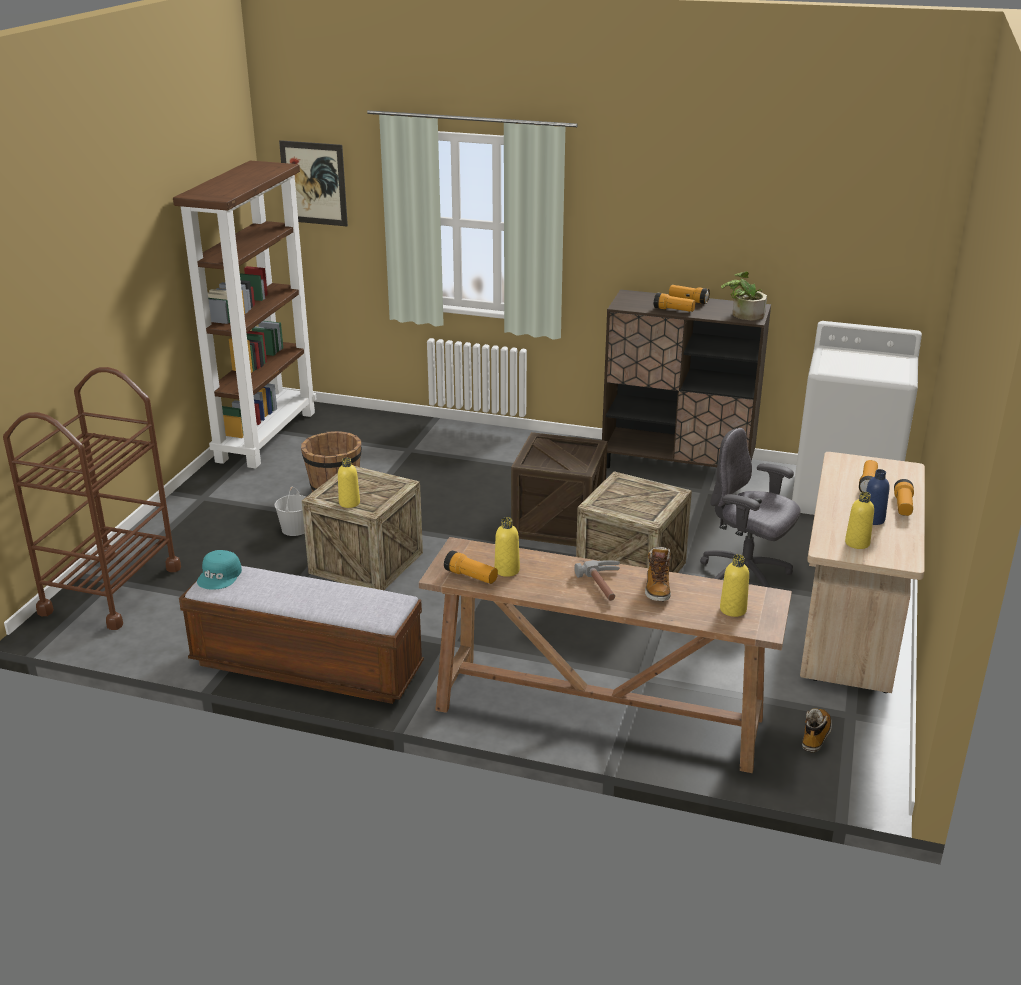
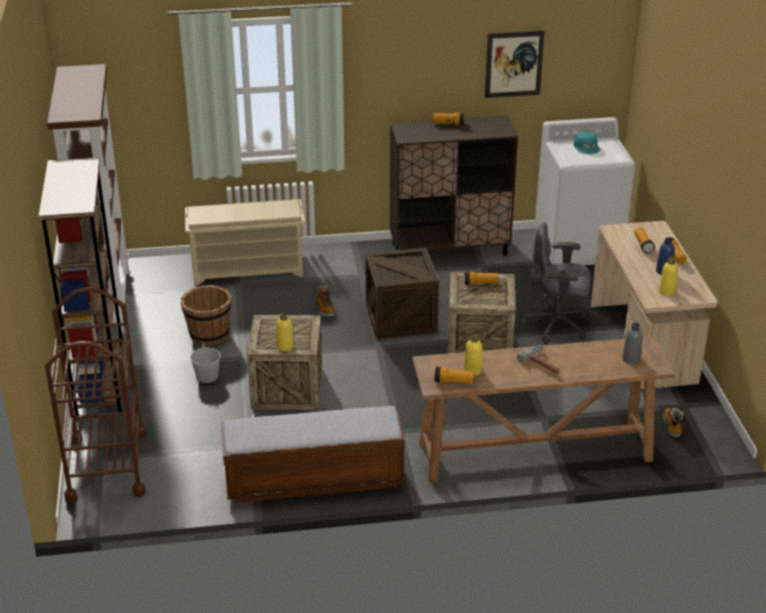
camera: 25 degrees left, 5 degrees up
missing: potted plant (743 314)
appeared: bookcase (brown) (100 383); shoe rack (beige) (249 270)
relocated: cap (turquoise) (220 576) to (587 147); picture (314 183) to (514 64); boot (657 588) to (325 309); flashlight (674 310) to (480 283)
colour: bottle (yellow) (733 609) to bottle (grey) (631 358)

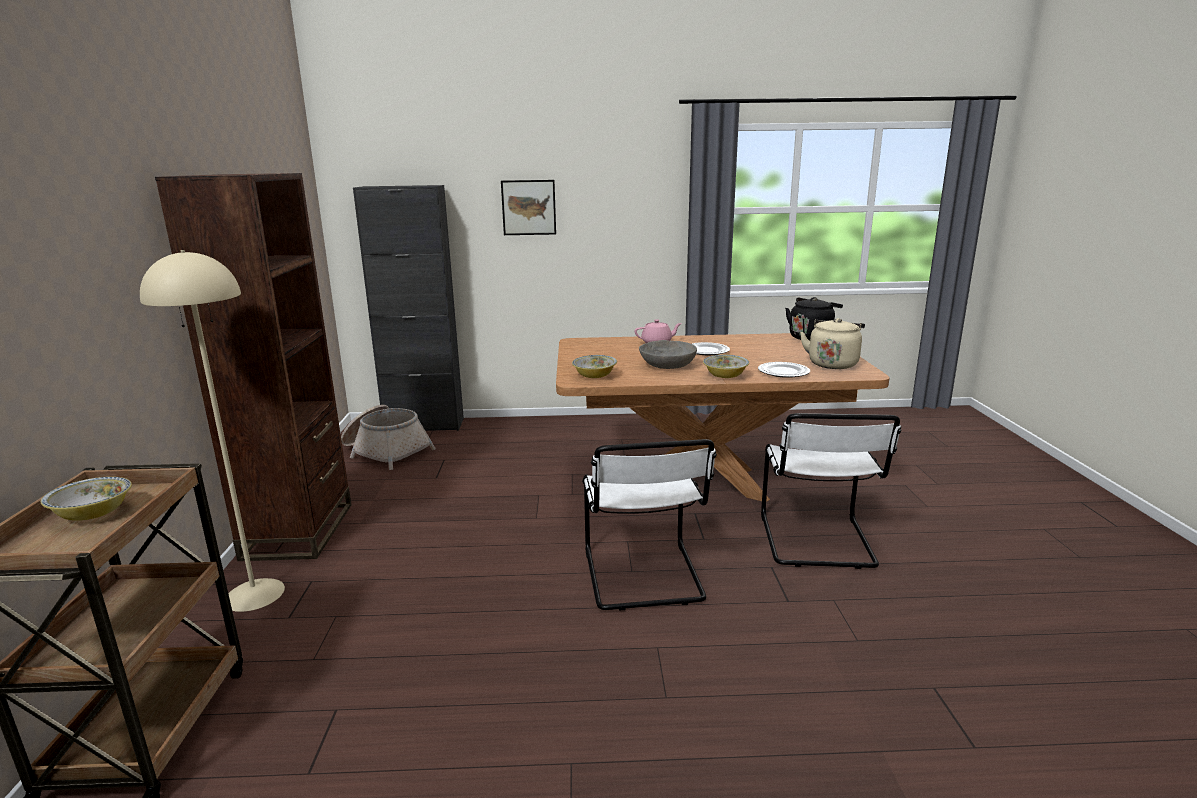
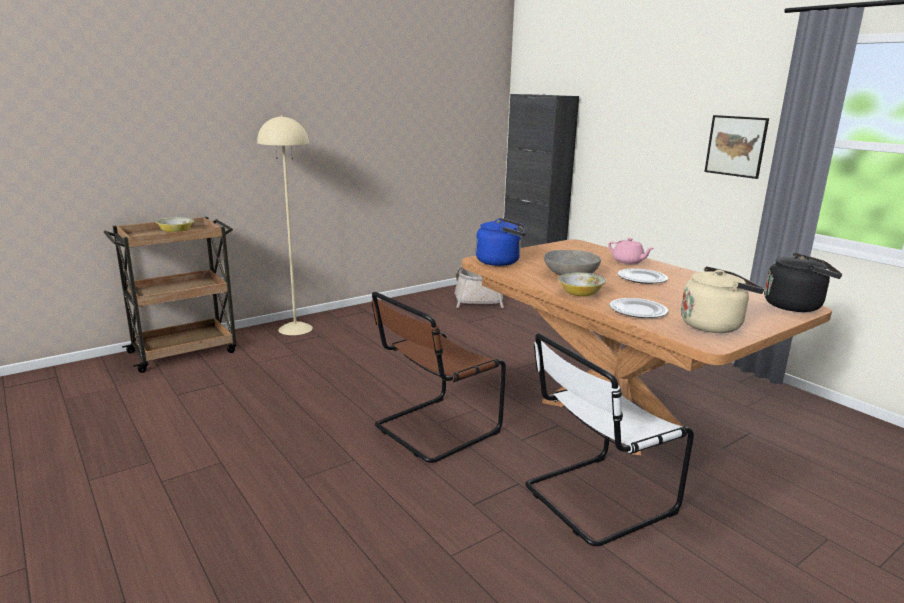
camera: 55 degrees right, 0 degrees up
missing: bookcase (brown) (299 531)
relocated: picture (528 207) to (736 146)
exchanged: bowl (594 376) to kettle (blue) (500 262)
colour: chair (white) (644 578) to chair (brown) (433 430)

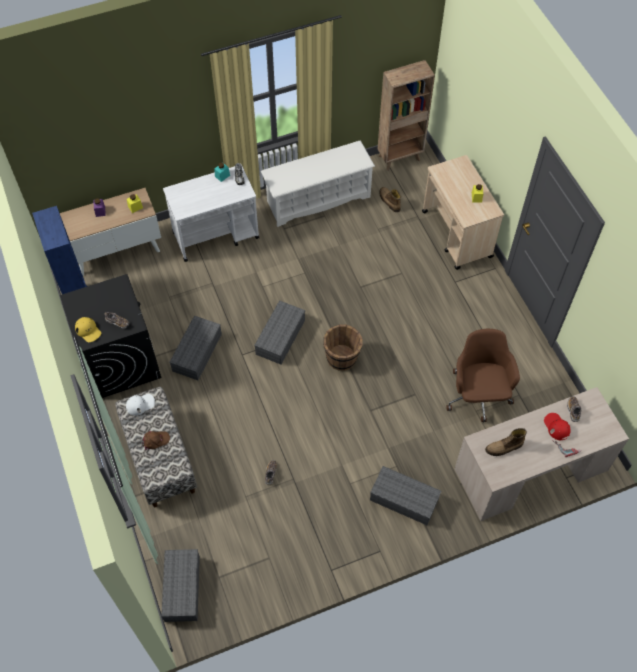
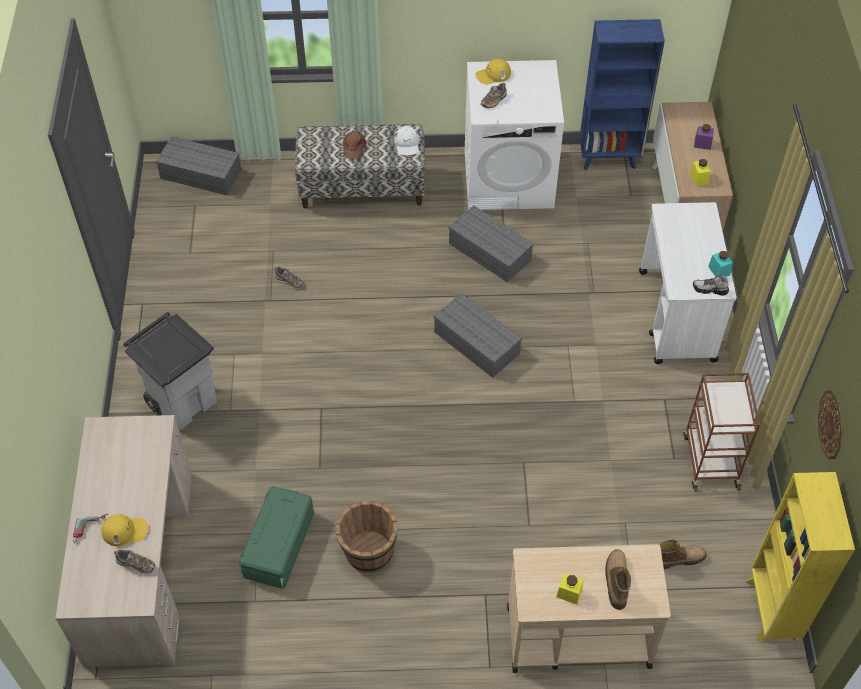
camera: 110 degrees right, 5 degrees down
appeared: wall clock (831 424)
relocated: bucket (brown) (342 358) to (368 552); boot (504 447) to (616 581)
exchanged: shoe rack (white) (318 199) to cart (brown) (710 460); storage box (grey) (403 499) to trash can (grey) (183 401); office chair (brown) (478 396) to storage box (green) (279 545)
colour: washing machine (black) (121 360) to washing machine (white) (509 179); bookcase (brown) (400 158) to bookcase (yellow) (771 611); cap (red) (556 427) to cap (yellow) (125 531)

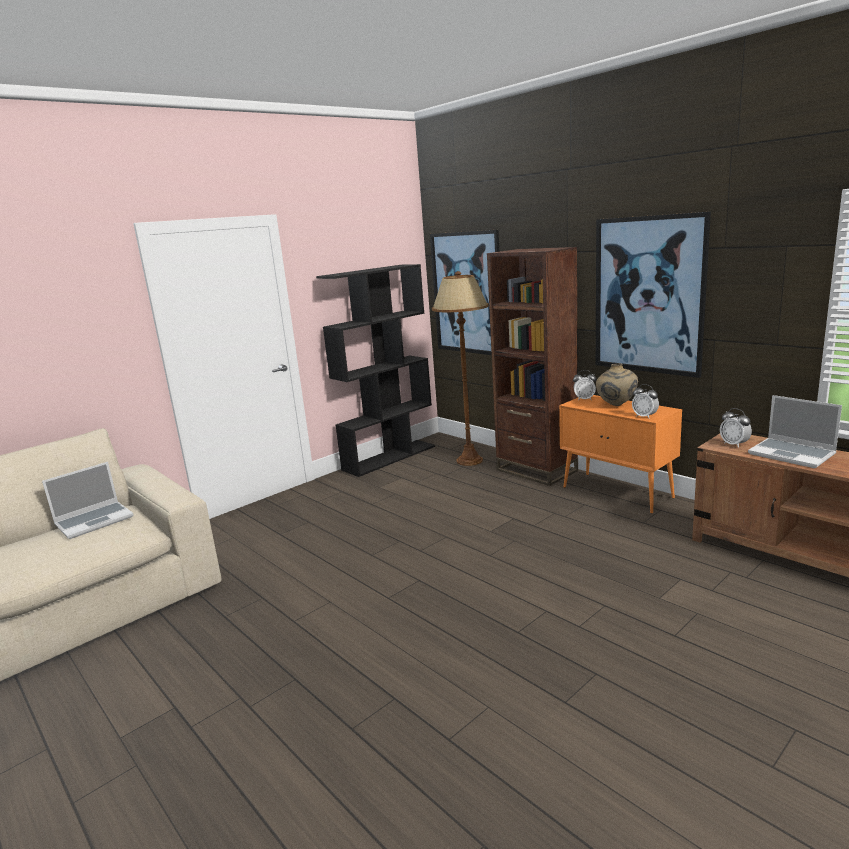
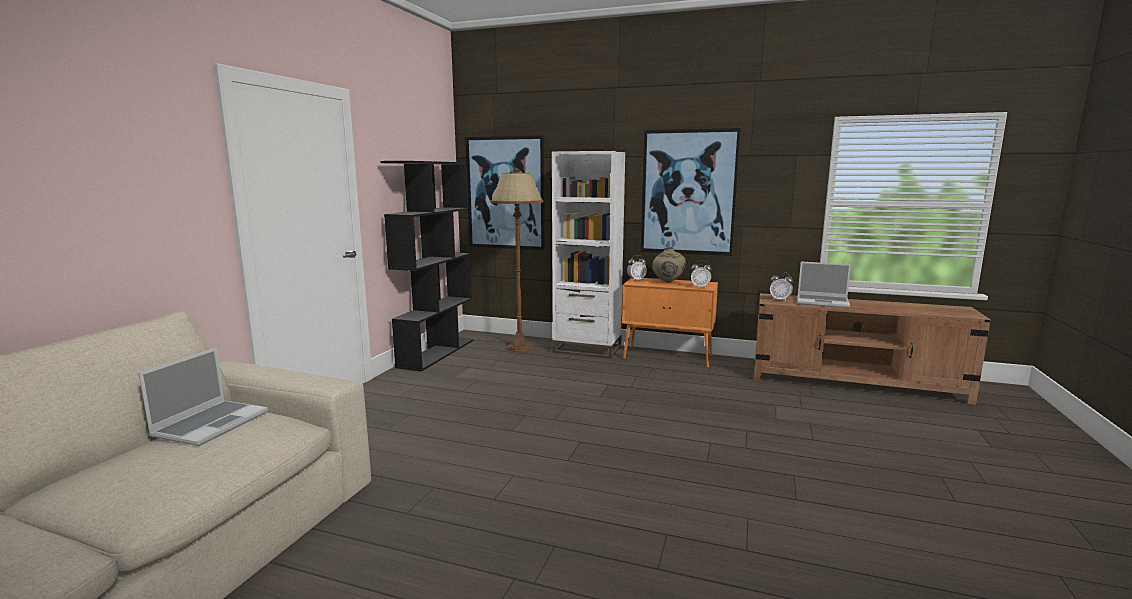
camera: 30 degrees left, 5 degrees down
colour: bookcase (brown) (536 470) to bookcase (white) (587 349)

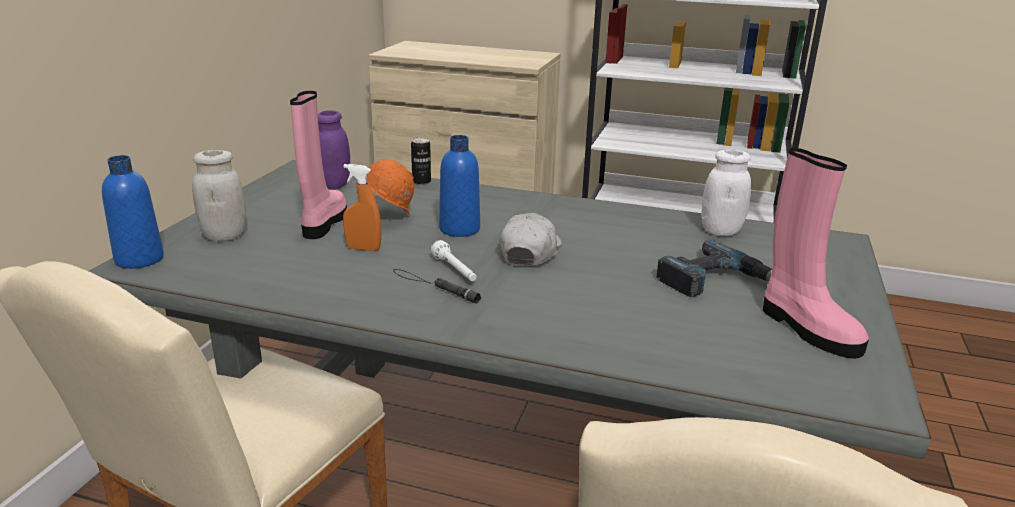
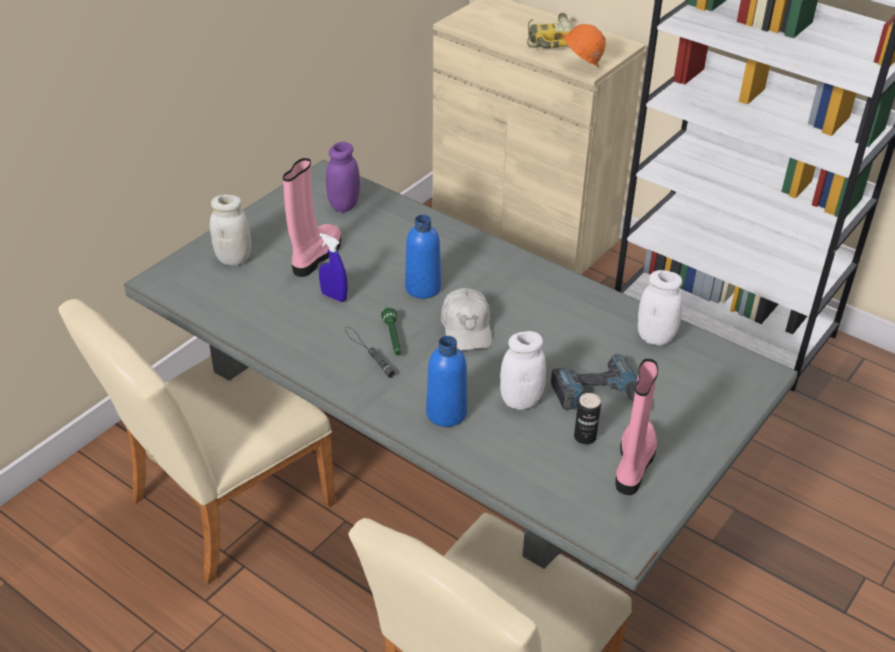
camera: 20 degrees right, 15 degrees up
appeared: jar (white) (521 400); power drill (548 38)
relocated: bottle (blue) (139 259) to (446 413); hard hat (orange) (387 218) to (581 68); can (421 182) to (585 437)
colour: spray bottle (orange) (363 248) to spray bottle (blue) (334 296); flashlight (white) (455 271) to flashlight (green) (393 338)
spun: cap (white) (530 251) = (466 328) 135 degrees clockwise; boot (pink) (806 328) = (633 464) 150 degrees counterclockwise

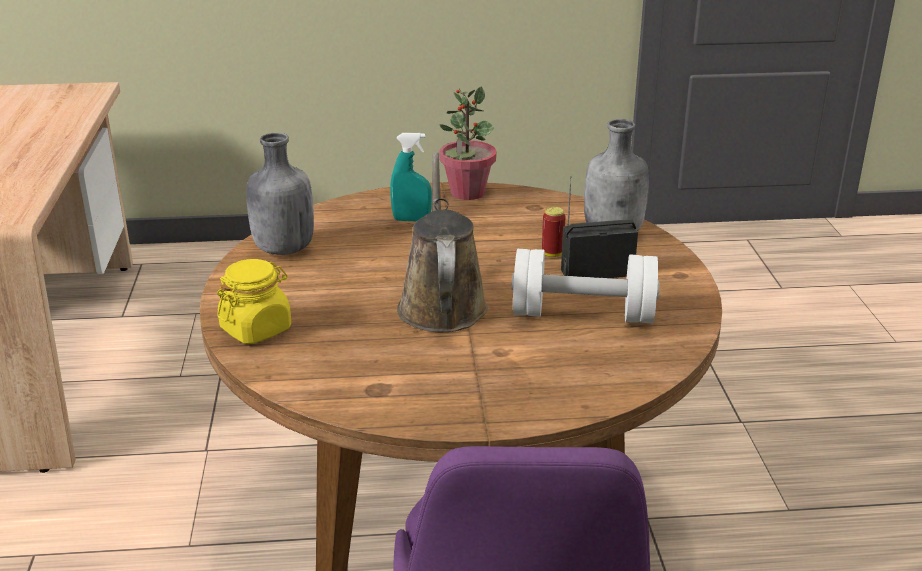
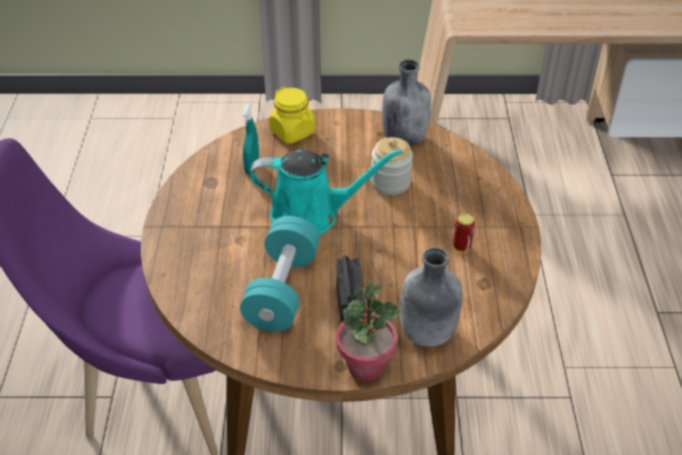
camera: 95 degrees right, 15 degrees up
appeared: jar (390 182)
relocated: spray bottle (turquoise) (411 220) to (252 167); potted plant (467 193) to (365 366); can (552 254) to (462 247)
colour: watering can (brown) (441 303) to watering can (turquoise) (311 214); dumbbell (white) (583 314) to dumbbell (turquoise) (282 290)

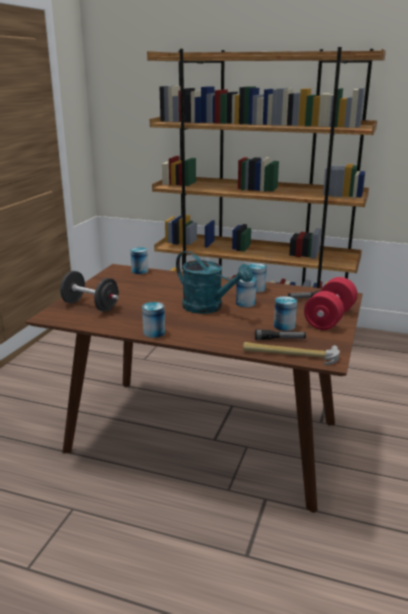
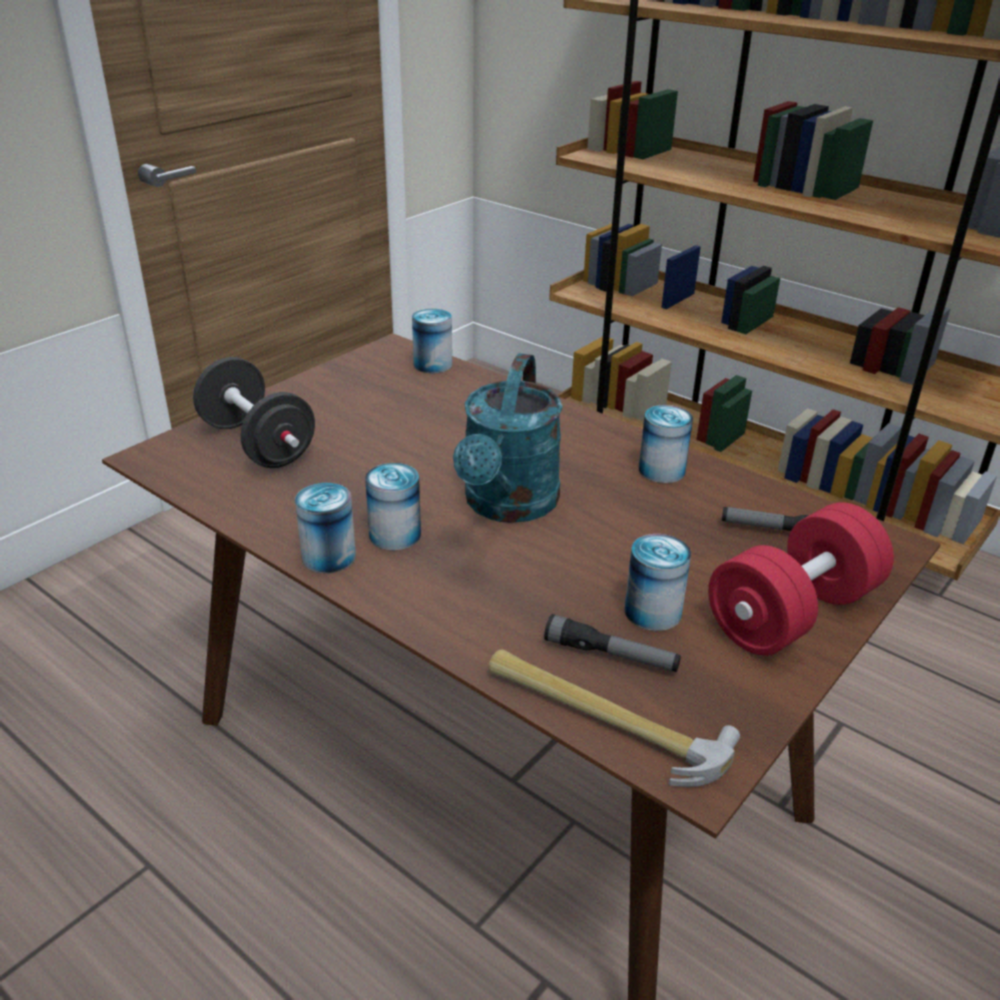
camera: 20 degrees right, 10 degrees up
relocated: can (245 303) to (395 535)
spun: watering can (turquoise) (209 308) = (507 506) 45 degrees clockwise

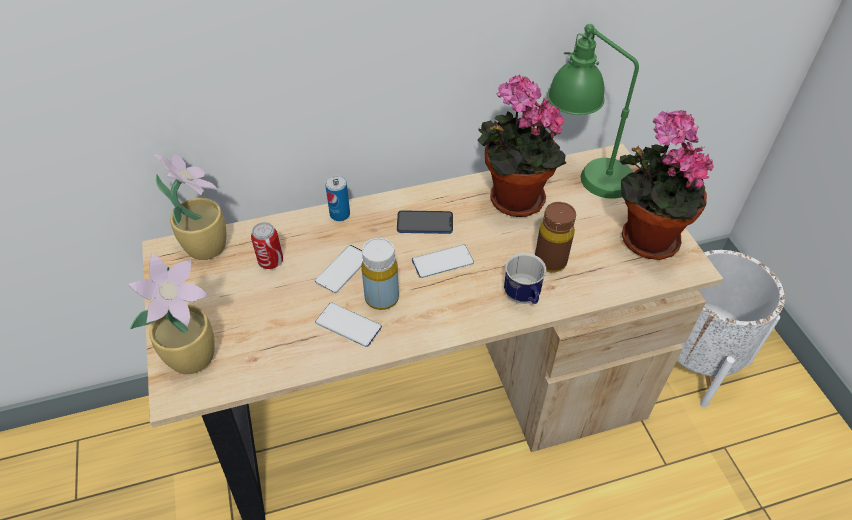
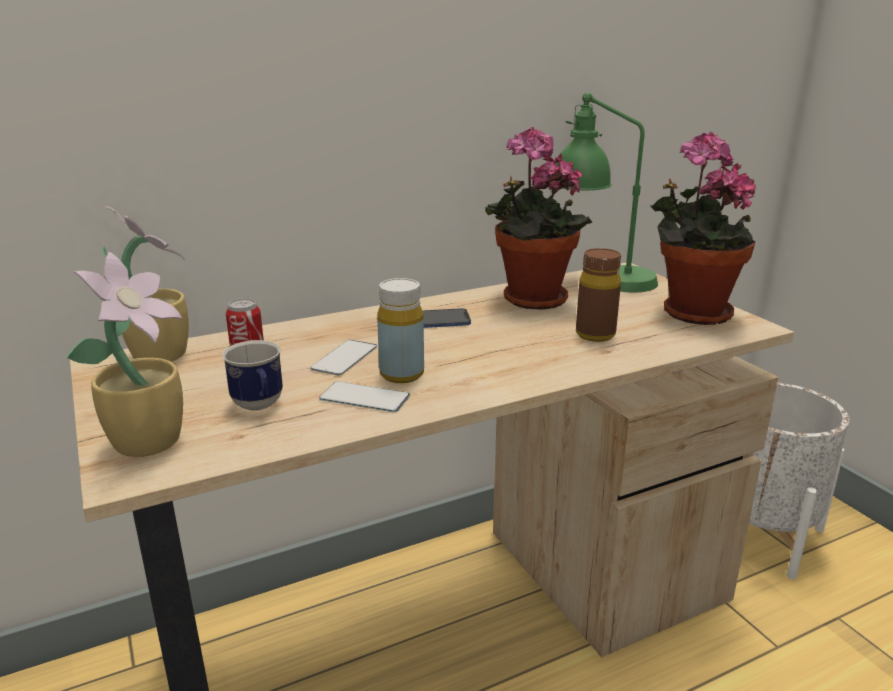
camera: 10 degrees left, 25 degrees down
missing: can (340 214); phone (442 261)
relocated: mug (523 298) to (259 406)

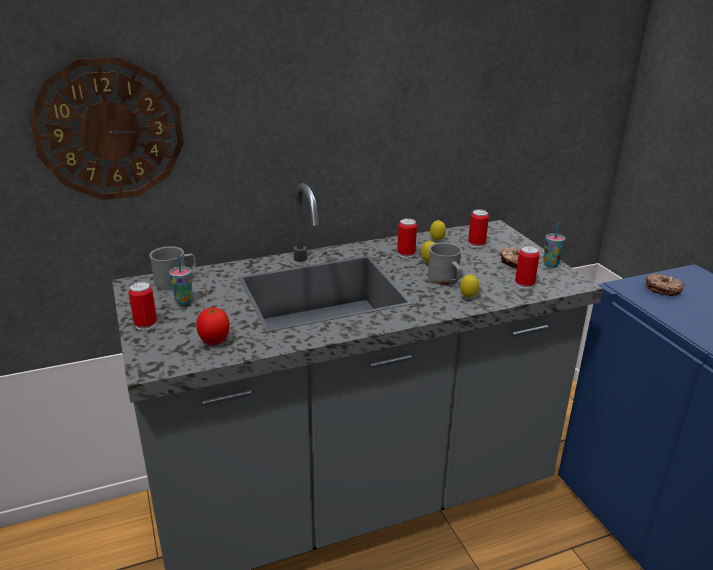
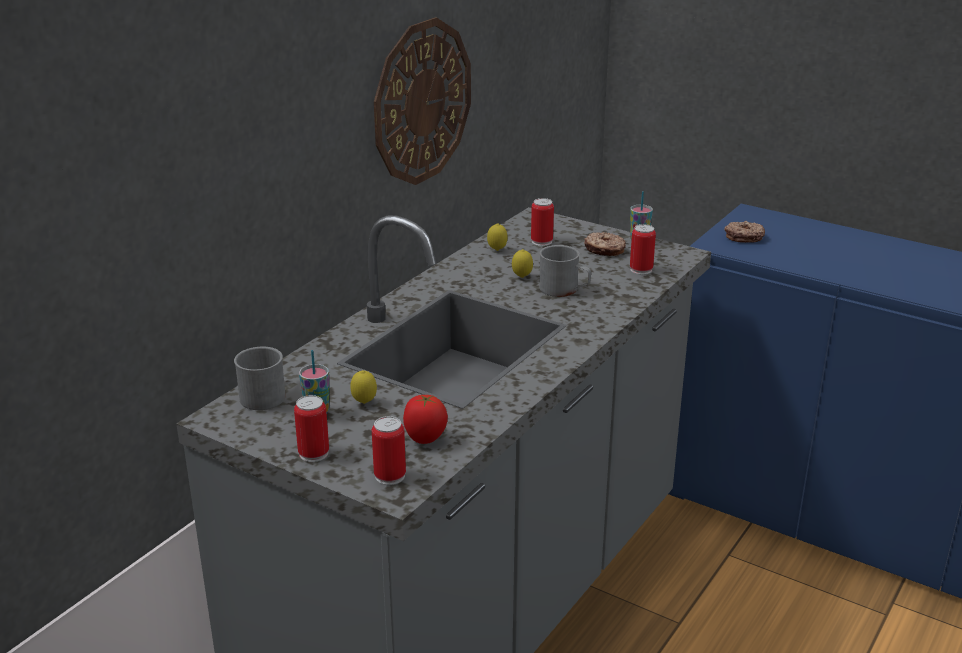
camera: 35 degrees left, 0 degrees up
relocated: wall clock (110 130) to (422 102); can (406 254) to (390 476); lemon (468 298) to (364 403)

